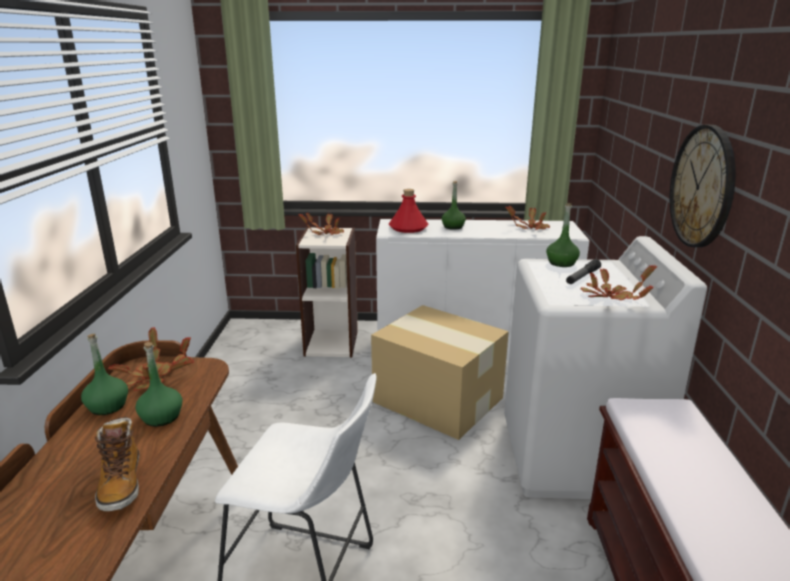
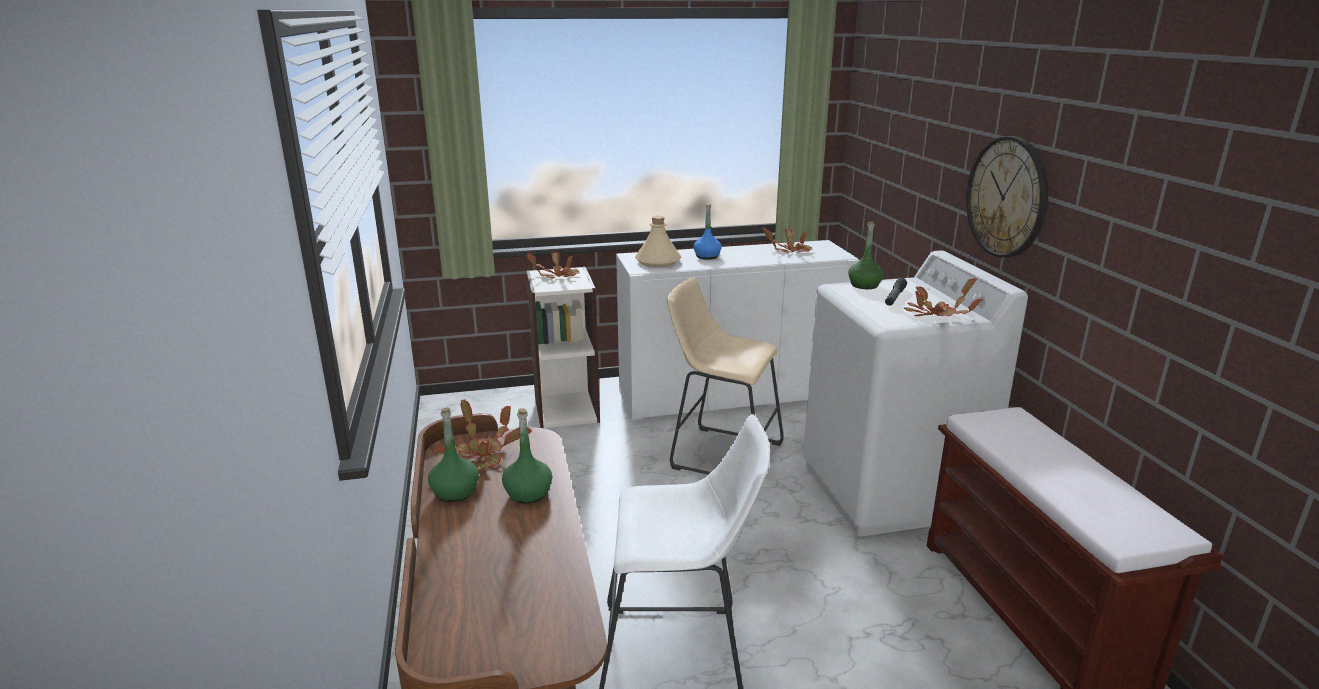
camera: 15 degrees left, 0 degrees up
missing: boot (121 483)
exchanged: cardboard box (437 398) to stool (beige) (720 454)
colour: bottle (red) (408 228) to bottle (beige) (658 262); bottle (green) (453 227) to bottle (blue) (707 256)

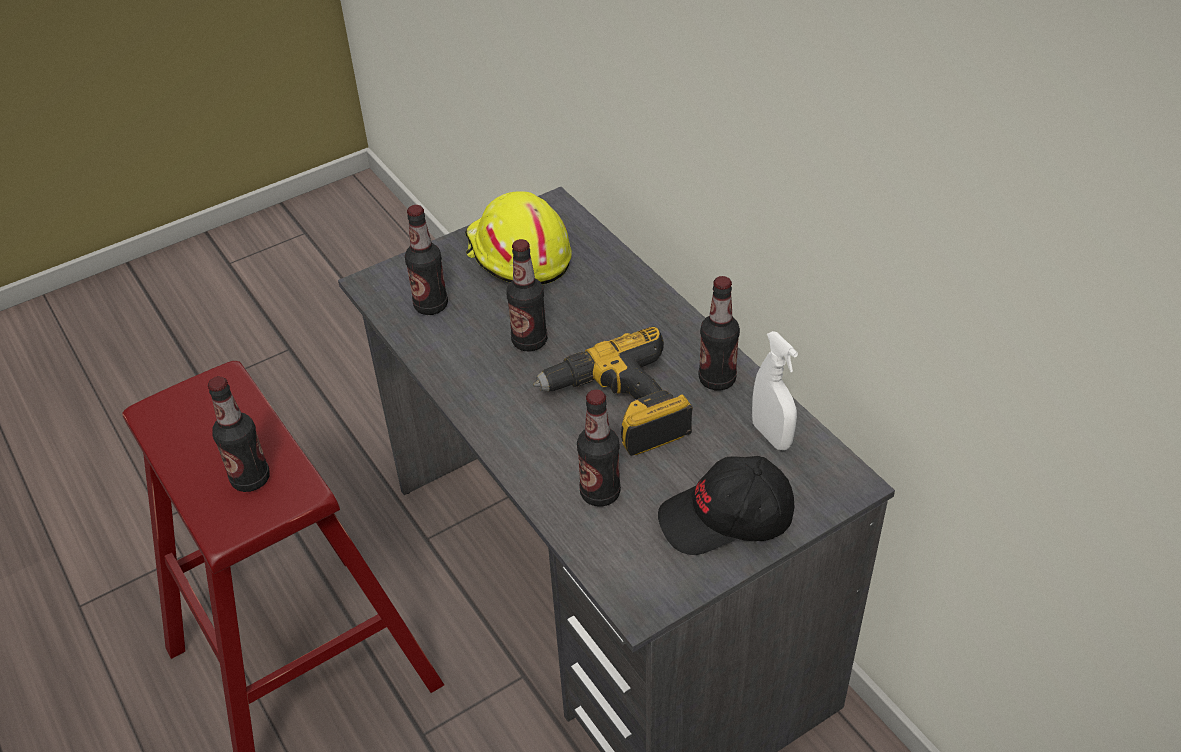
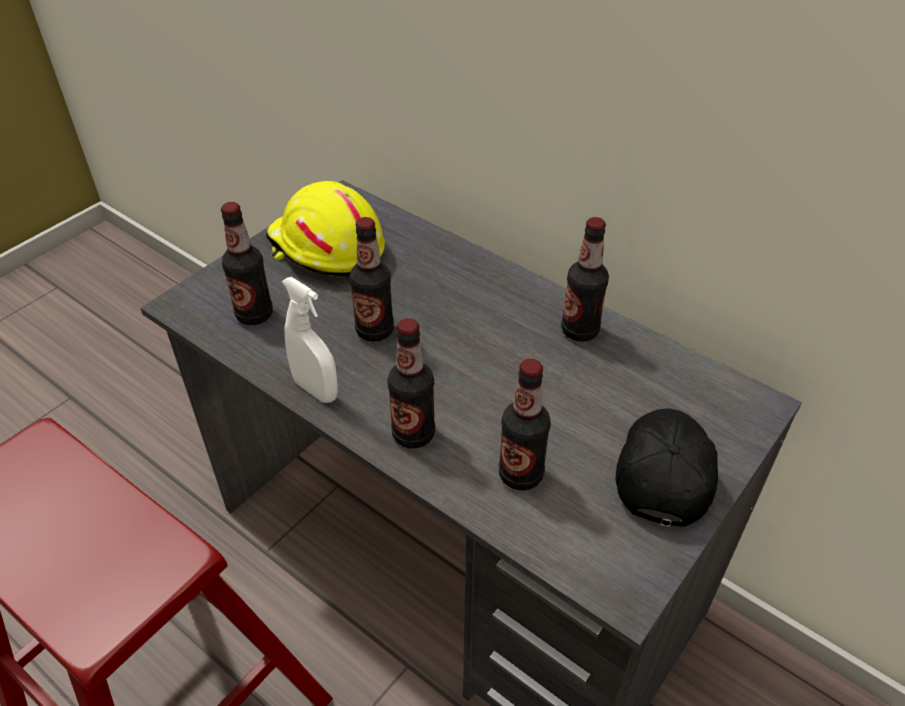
camera: 20 degrees left, 0 degrees up
missing: power drill (619 408)
relocated: bottle (250 479) to (413 434); spray bottle (white) (771 435) to (316 390)
spun: cap (black) (726 519) = (663 471) 135 degrees clockwise

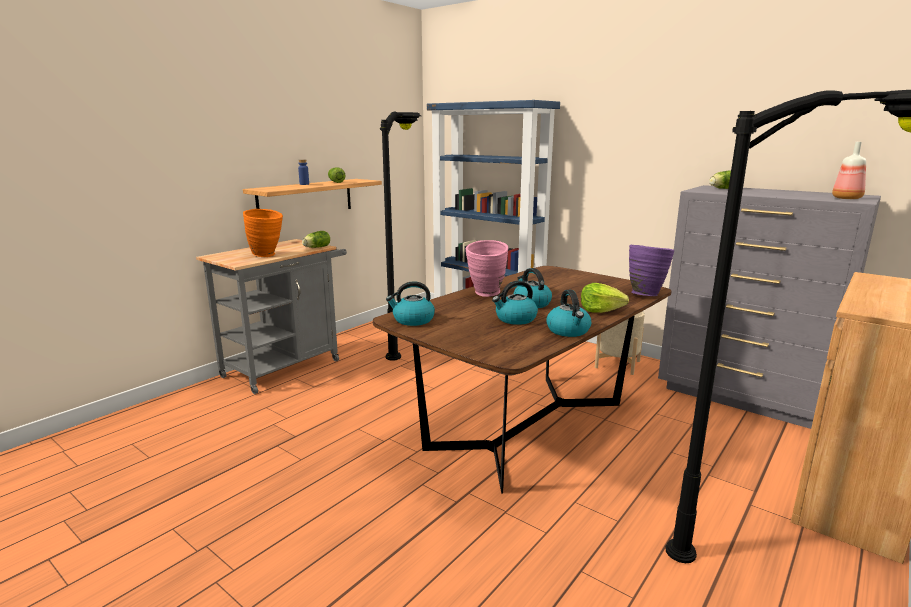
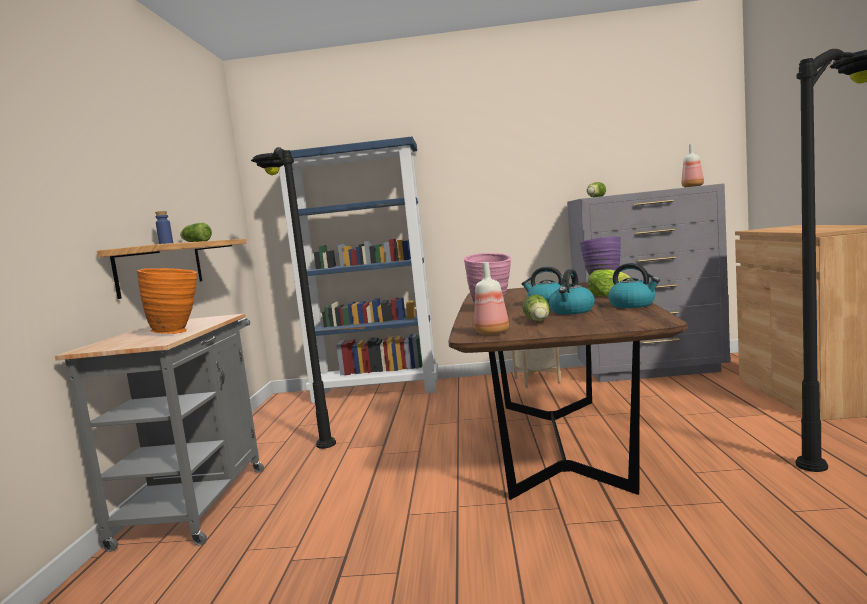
camera: 35 degrees left, 10 degrees down
relocated: lettuce (316 247) to (538 321)
exchanged: kettle (413 320) to bottle (493 332)

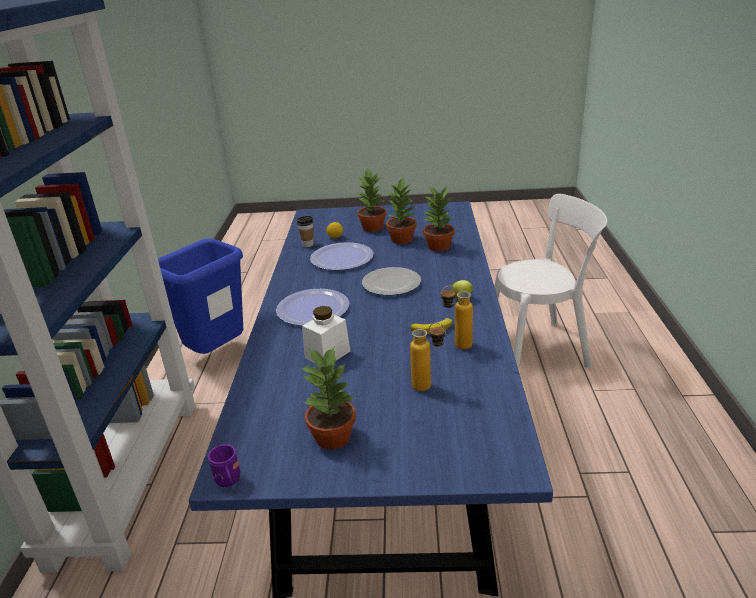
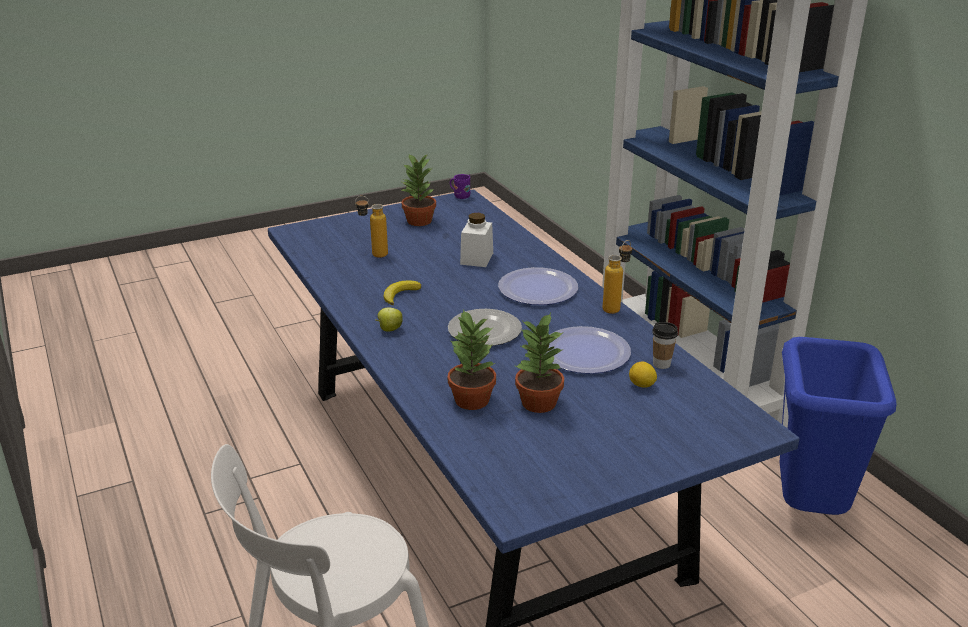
camera: 150 degrees right, 0 degrees up
missing: potted plant (373 227)
relocated: bottle (456 346) to (615 307)

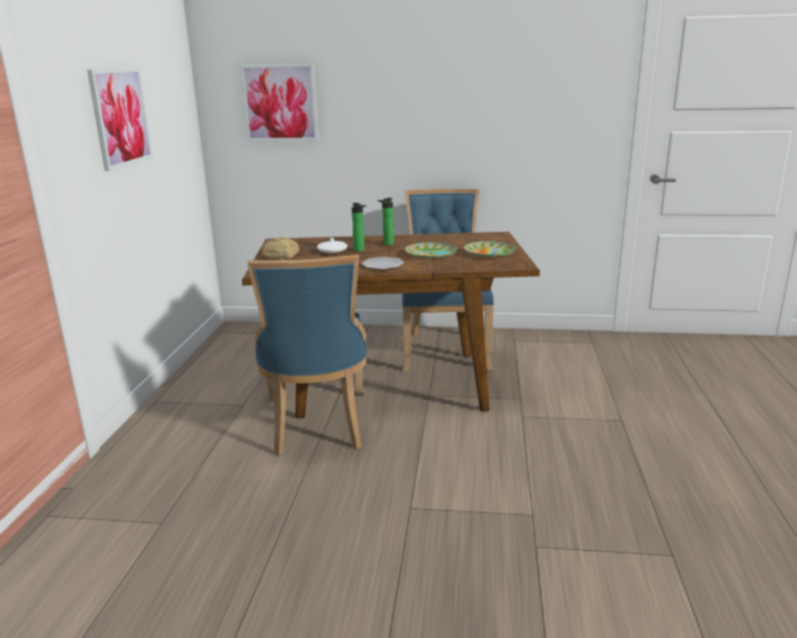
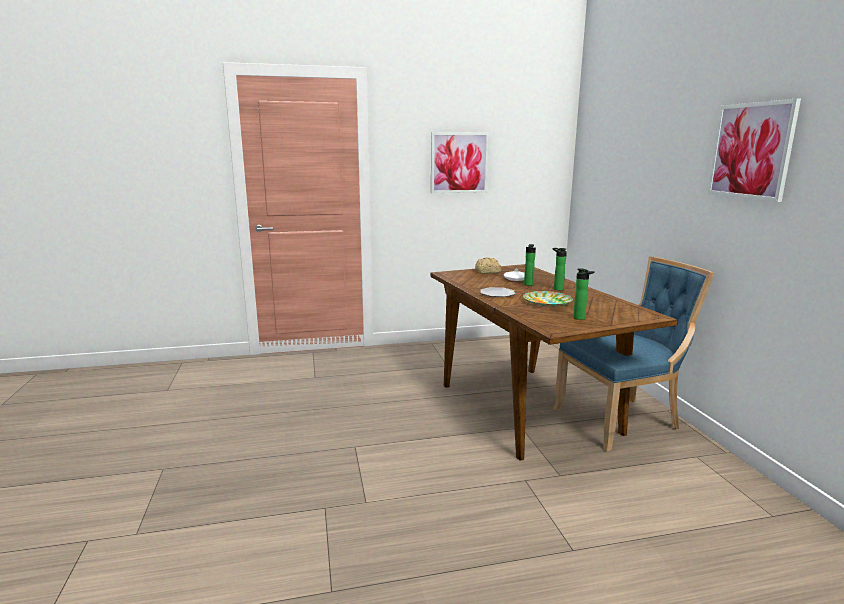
camera: 70 degrees right, 5 degrees down
missing: chair (blue) (317 424)
relocated: picture (280 103) to (751 151)
exchanged: plate (490 253) to bottle (581 318)

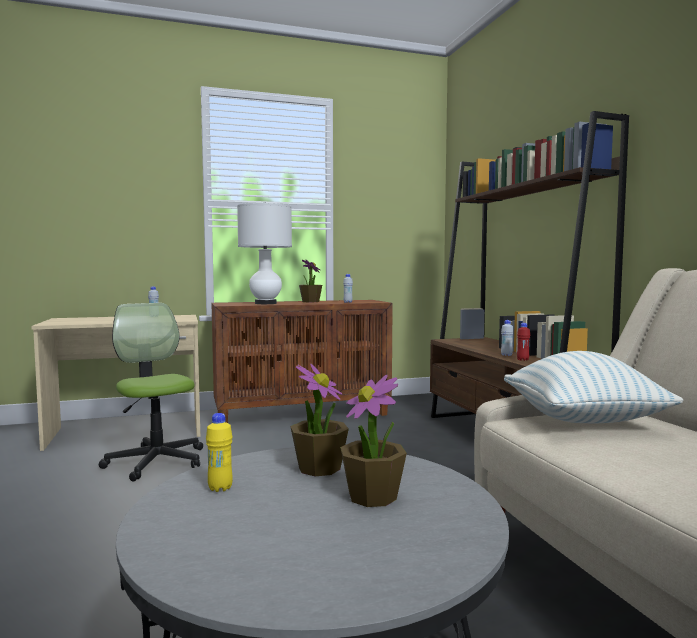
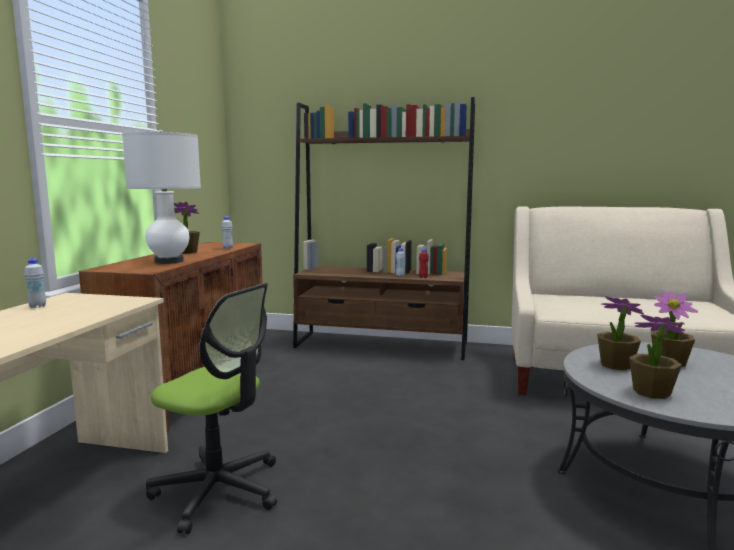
camera: 60 degrees left, 5 degrees up
missing: pillow (583 422)
exchanged: bottle (yellow) (220 488) to potted plant (651 392)
spun: office chair (156 461) = (218 490) 150 degrees counterclockwise

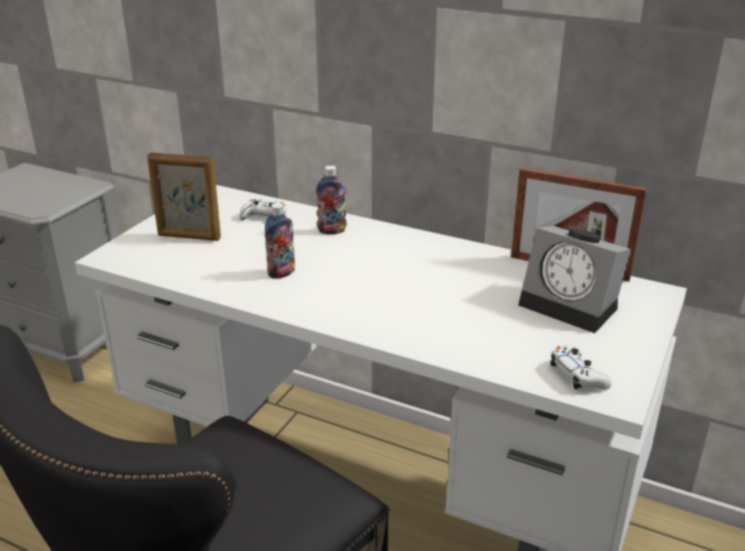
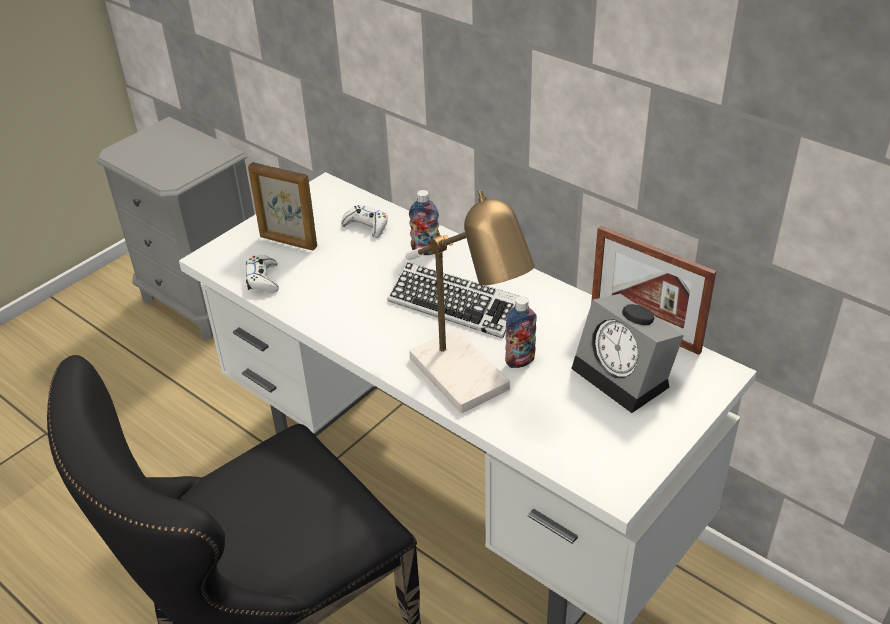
camera: 15 degrees right, 10 degrees up
appeared: keyboard (454 306); table lamp (469 381)
relocated: bottle (281 273) to (520 361); game controller (white) (577 375) to (263 280)

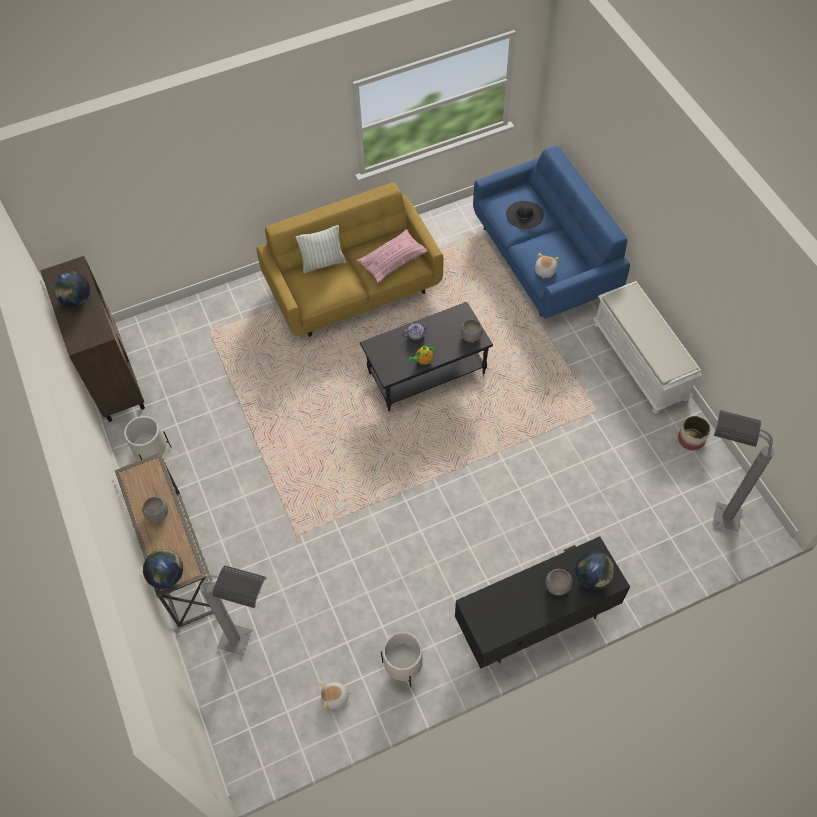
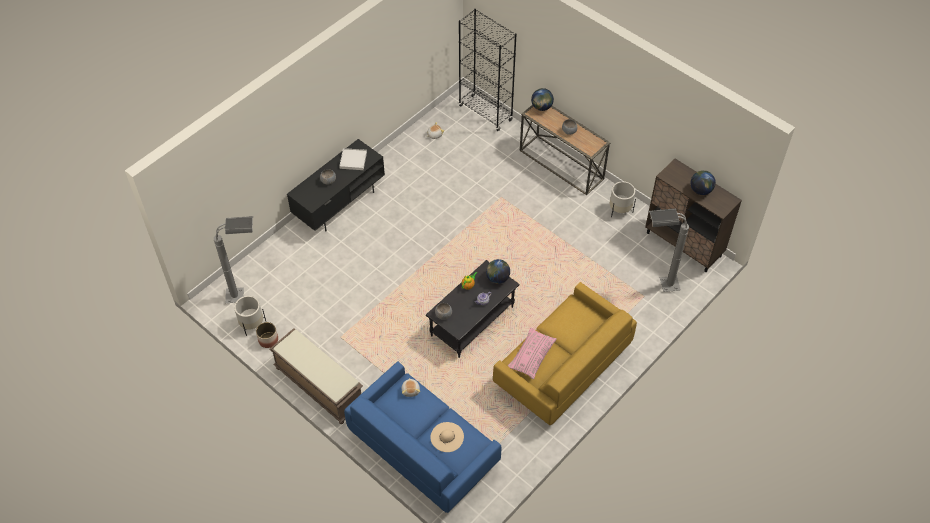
camera: 155 degrees right, 5 degrees down
missing: pillow (323 263)
appeared: tray (white) (353 160); bookcase (black) (485 113)
relocated: floor lamp (grey) (254 644) to (657 286); planter (white) (403 666) to (252 324); globe (592 577) to (497 278)
colour: hat (black) (524 215) to hat (beige) (447 437); bench (white) (640 361) to bench (brown) (318 386)

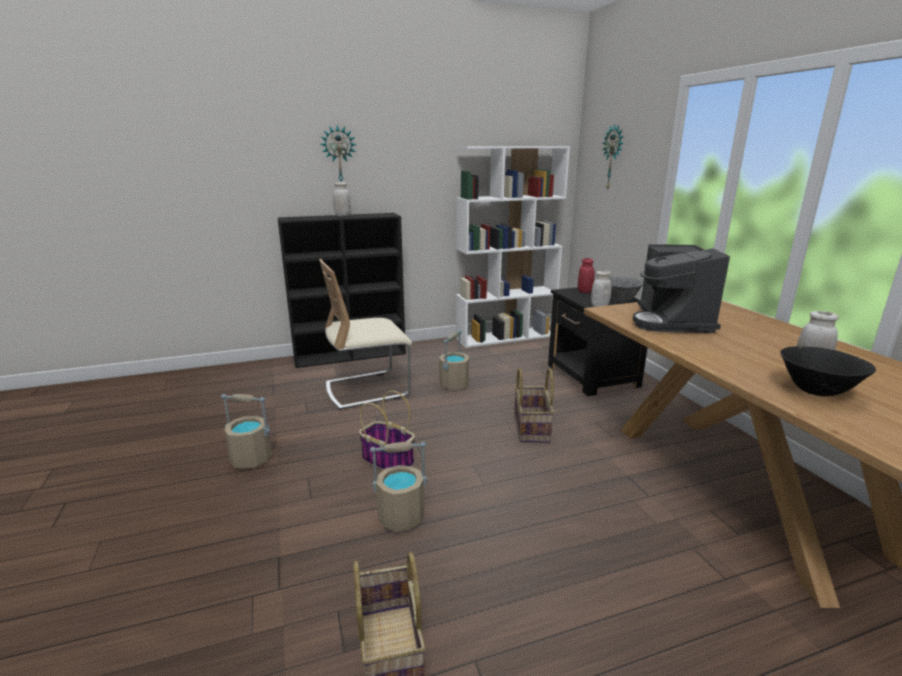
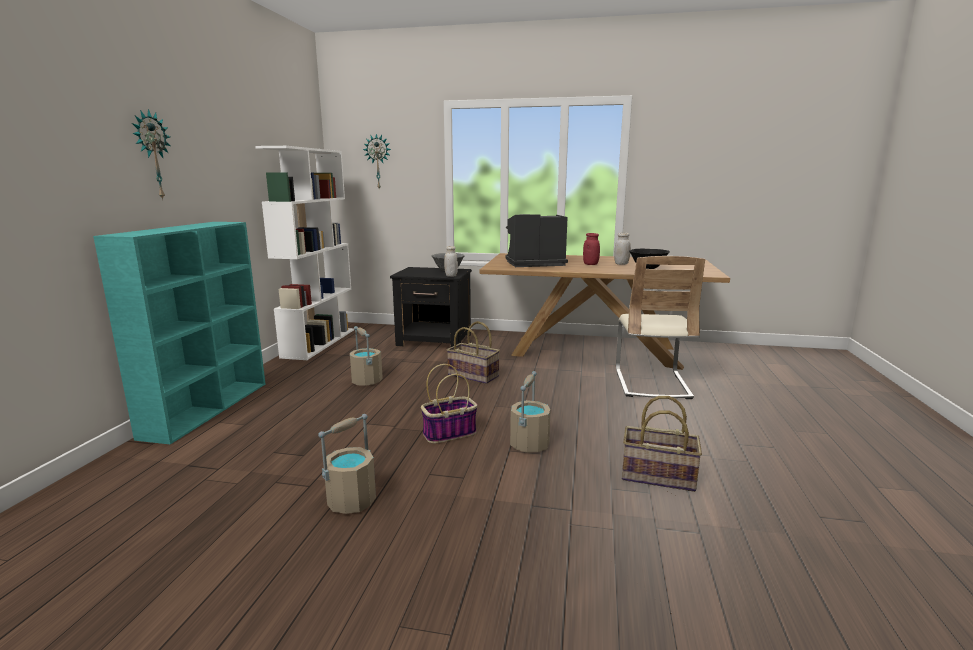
camera: 60 degrees left, 5 degrees down
missing: jar (white) (342 216)
relocated: chair (beige) (367 389) to (651 383); jar (red) (584 292) to (590 264)
colour: bookcase (black) (351 355) to bookcase (turquoise) (208 408)
spun: coffee machine (671 321) = (533 264) 135 degrees clockwise

